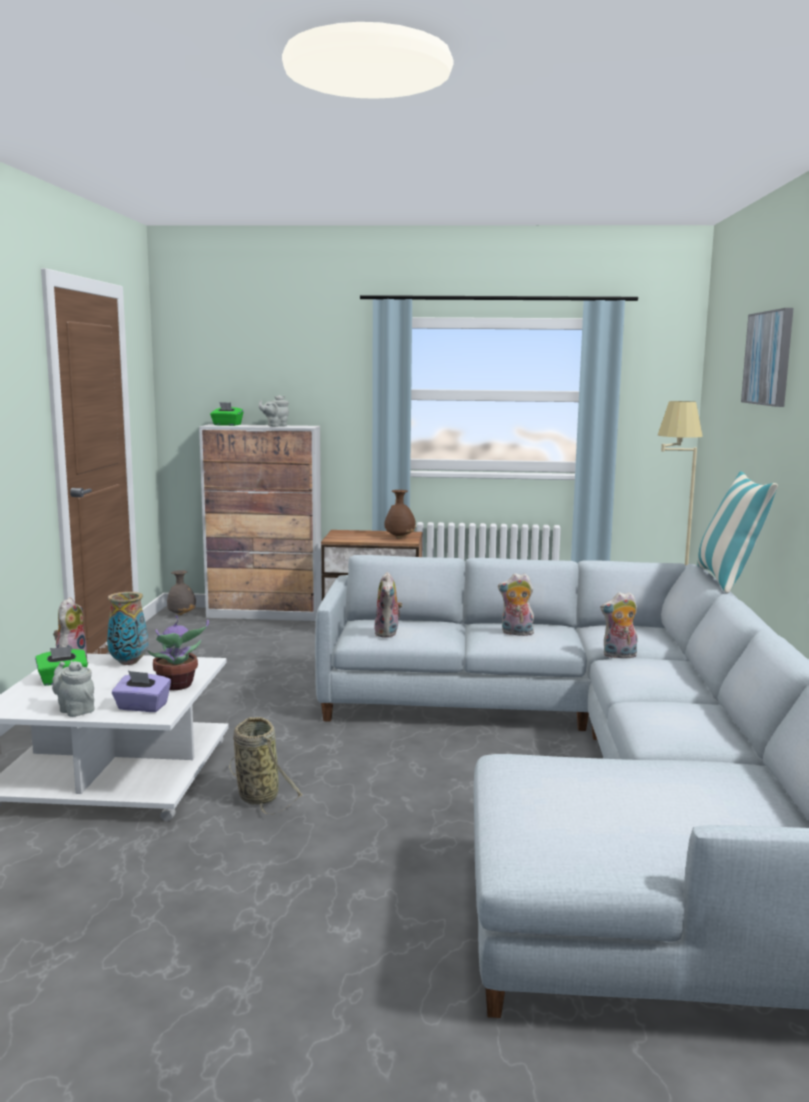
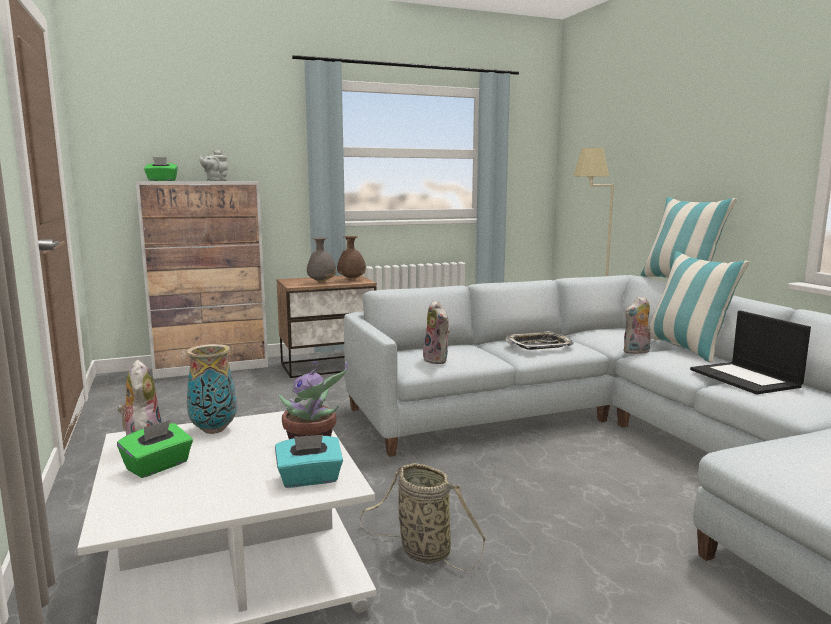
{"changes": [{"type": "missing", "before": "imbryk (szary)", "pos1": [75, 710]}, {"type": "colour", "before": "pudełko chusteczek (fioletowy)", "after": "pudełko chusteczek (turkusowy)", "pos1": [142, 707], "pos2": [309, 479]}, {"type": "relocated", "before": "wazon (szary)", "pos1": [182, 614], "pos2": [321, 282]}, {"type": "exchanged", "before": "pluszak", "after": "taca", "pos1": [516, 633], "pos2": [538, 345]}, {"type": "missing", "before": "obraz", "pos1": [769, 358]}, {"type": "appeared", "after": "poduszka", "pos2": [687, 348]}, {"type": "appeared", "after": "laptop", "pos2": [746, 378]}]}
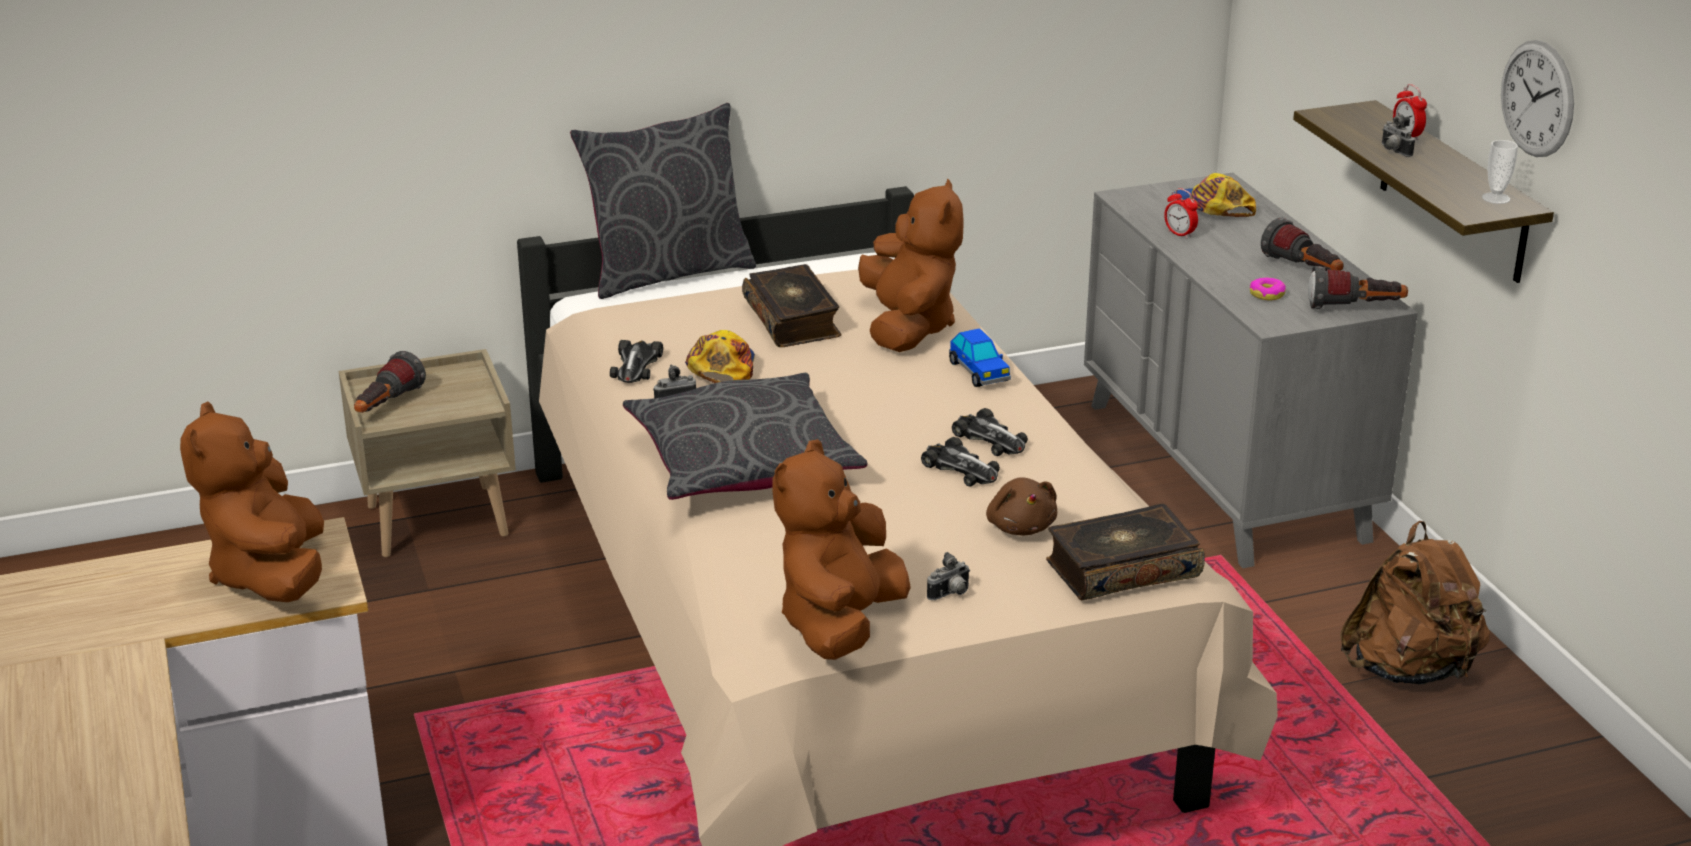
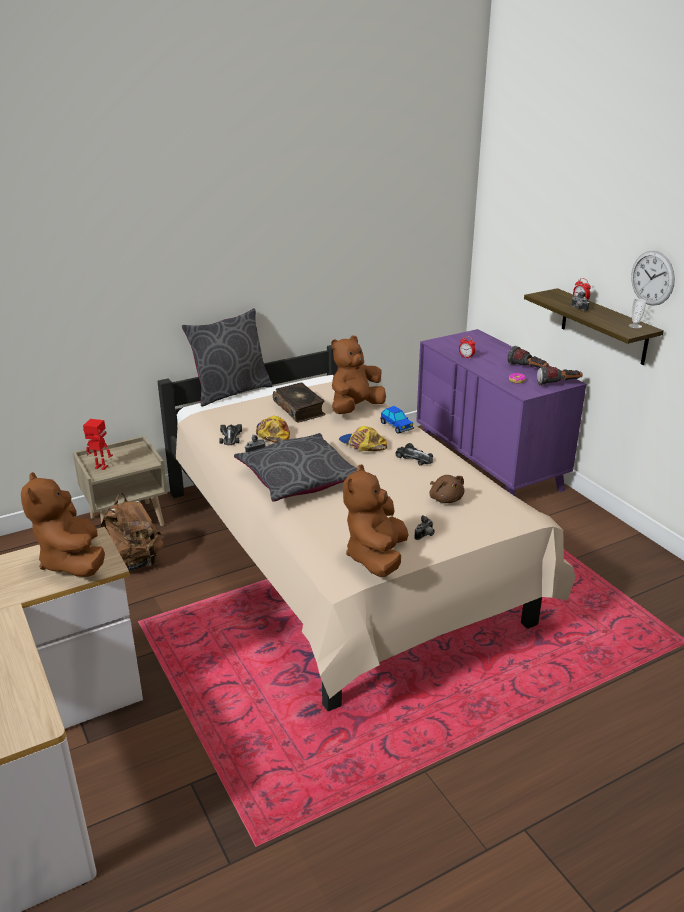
{"changes": [{"type": "exchanged", "before": "latarka", "after": "robot zabawkowy", "pos1": [387, 406], "pos2": [101, 467]}, {"type": "spun", "before": "pluszak (brązowy)", "pos1": [908, 327], "pos2": [355, 408], "turn": -120}, {"type": "missing", "before": "samochodzik", "pos1": [960, 468]}, {"type": "missing", "before": "książka", "pos1": [1121, 568]}, {"type": "colour", "before": "komoda (szary)", "after": "komoda (fioletowy)", "pos1": [1225, 471], "pos2": [489, 464]}, {"type": "relocated", "before": "czapka z daszkiem", "pos1": [1211, 207], "pos2": [362, 445]}, {"type": "relocated", "before": "plecak (brązowy)", "pos1": [1409, 670], "pos2": [132, 563]}]}
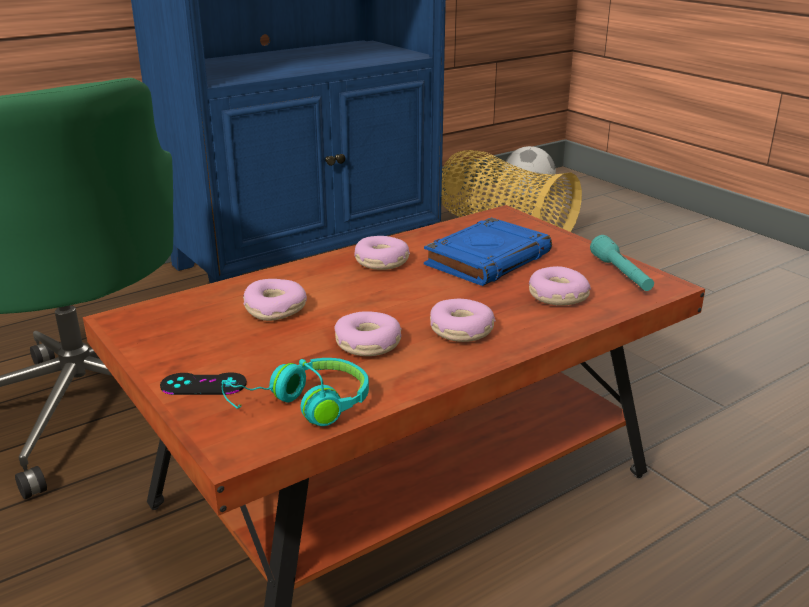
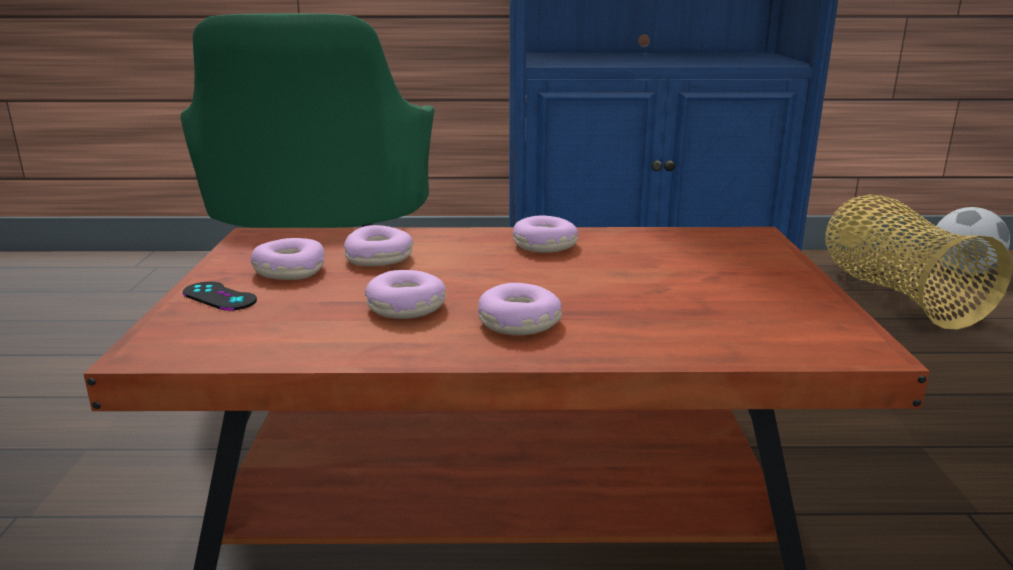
{"changes": [{"type": "missing", "before": "słuchawki (turkusowy)", "pos1": [304, 406]}, {"type": "missing", "before": "książka (niebieski)", "pos1": [488, 259]}, {"type": "relocated", "before": "donut", "pos1": [557, 296], "pos2": [289, 271]}, {"type": "missing", "before": "latarka (turkusowy)", "pos1": [621, 274]}]}
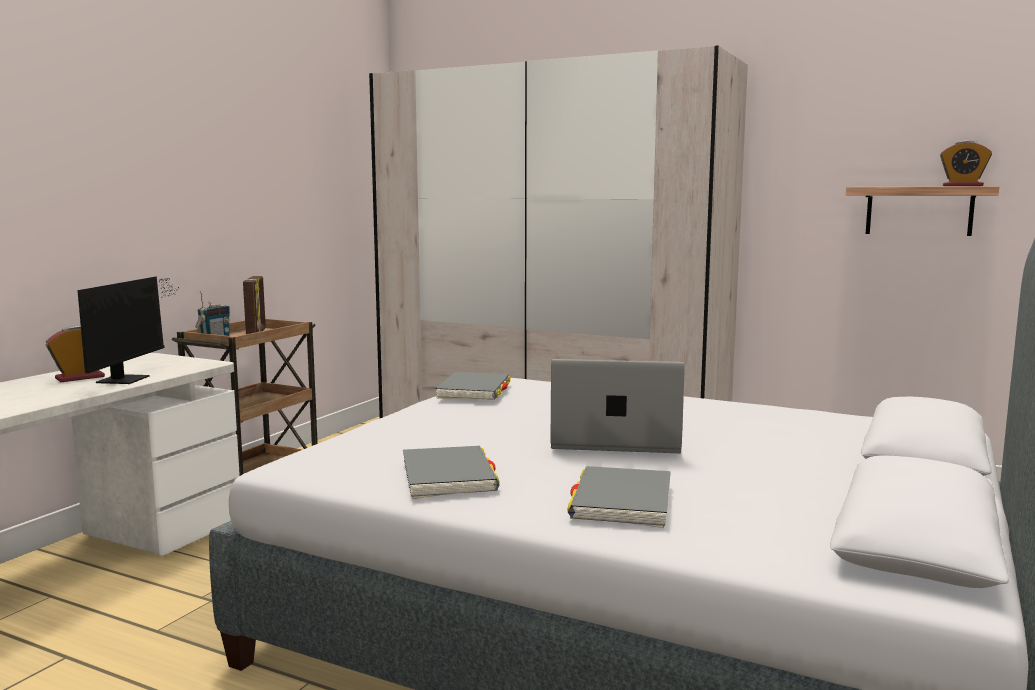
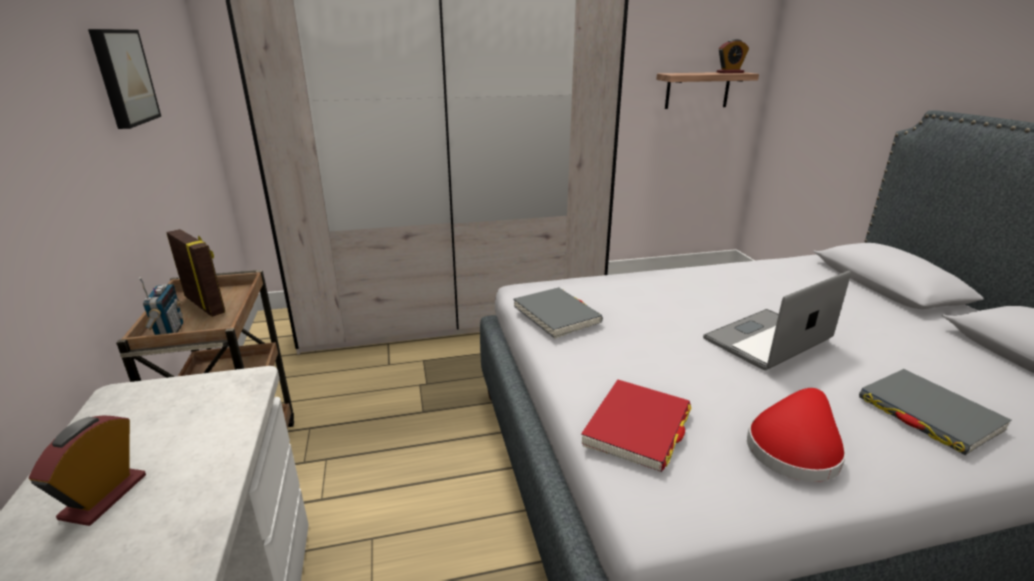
{"changes": [{"type": "missing", "before": "monitor", "pos1": [128, 378]}, {"type": "exchanged", "before": "książka (szary)", "after": "kapelusz (czerwony)", "pos1": [448, 477], "pos2": [794, 447]}, {"type": "appeared", "after": "obraz", "pos2": [122, 77]}, {"type": "appeared", "after": "książka (czerwony)", "pos2": [637, 427]}]}
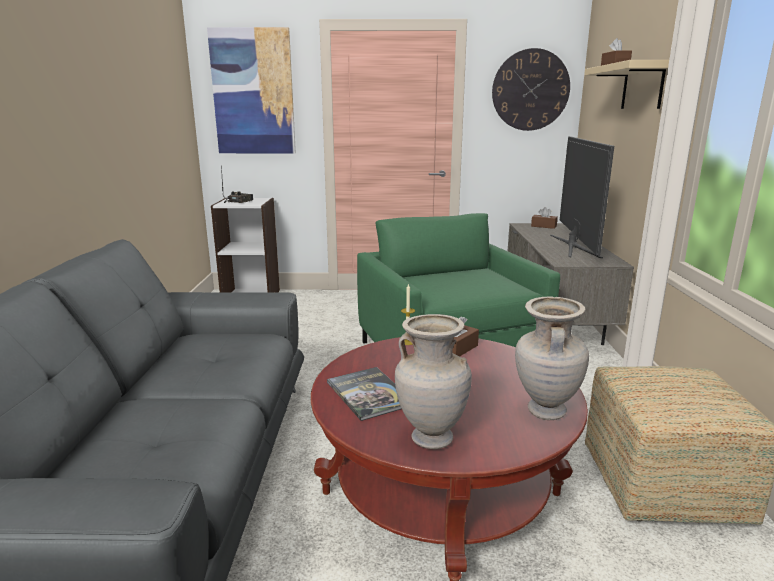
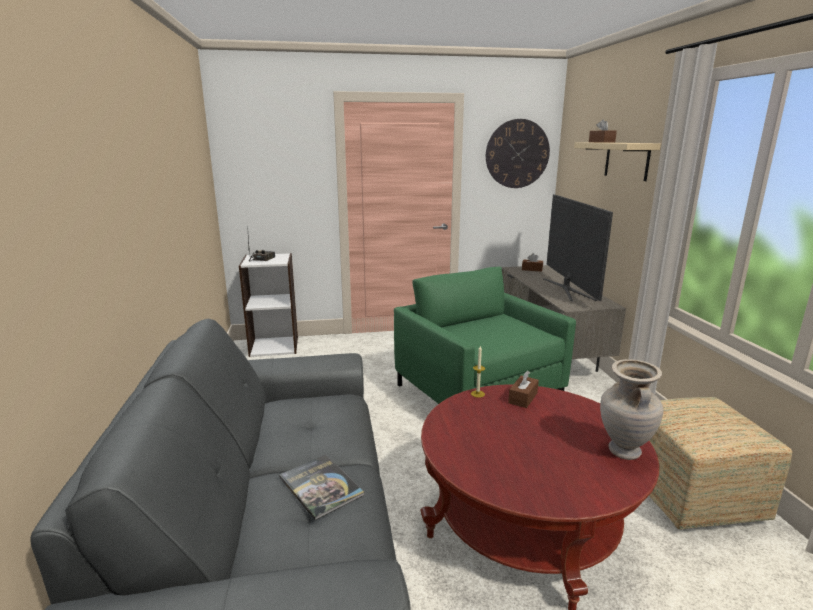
{"changes": [{"type": "missing", "before": "obraz", "pos1": [253, 92]}, {"type": "relocated", "before": "książka", "pos1": [369, 394], "pos2": [321, 486]}, {"type": "missing", "before": "wazon (beżowy)", "pos1": [431, 438]}]}
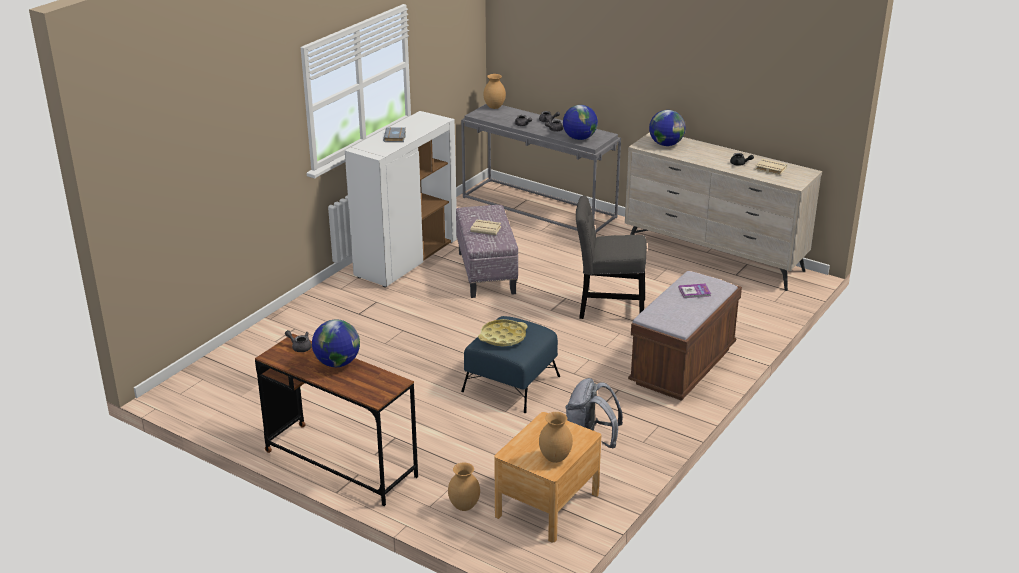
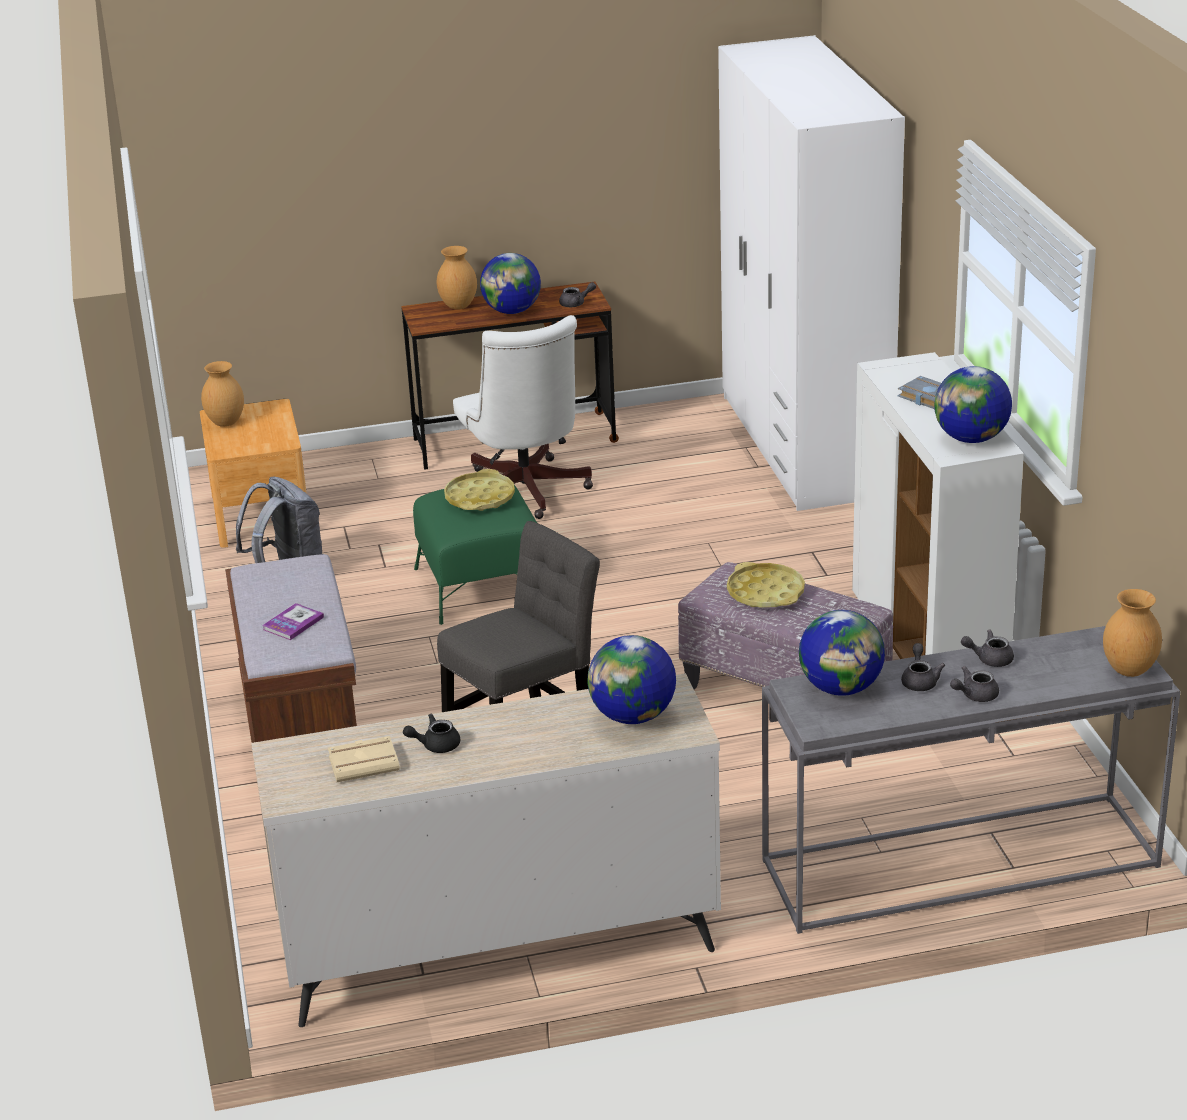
{"changes": [{"type": "relocated", "before": "wazon (brązowy)", "pos1": [464, 507], "pos2": [458, 306]}, {"type": "colour", "before": "pufa (niebieski)", "after": "pufa (zielony)", "pos1": [511, 383], "pos2": [482, 586]}, {"type": "exchanged", "before": "książka (beżowy)", "after": "taca (żółty)", "pos1": [486, 229], "pos2": [765, 593]}, {"type": "appeared", "after": "krzesło biurowe (biały)", "pos2": [526, 494]}, {"type": "appeared", "after": "szafa (biały)", "pos2": [803, 446]}, {"type": "appeared", "after": "globus", "pos2": [971, 439]}]}
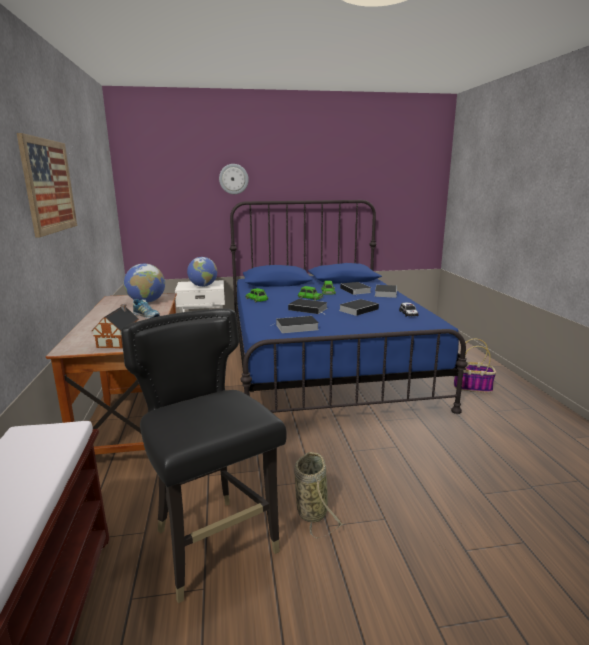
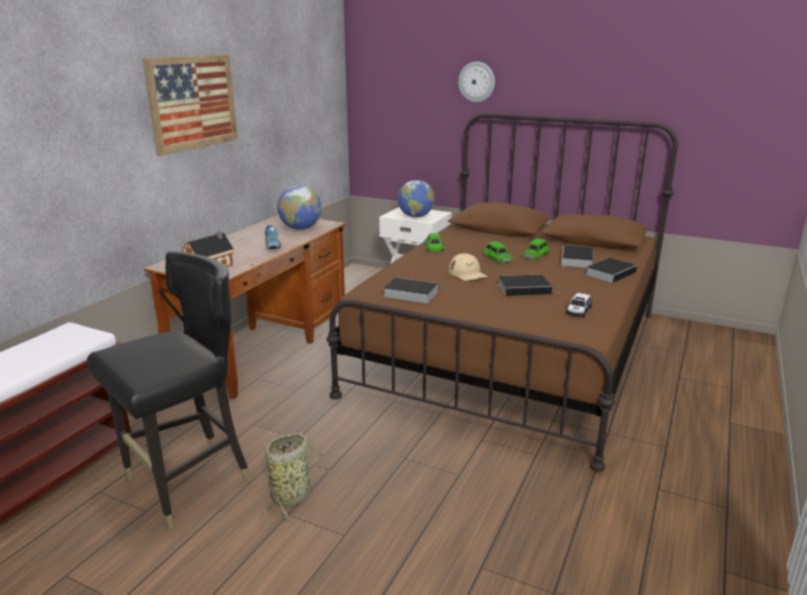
{"changes": [{"type": "spun", "before": "krzesło (czarny)", "pos1": [214, 545], "pos2": [188, 484], "turn": 45}, {"type": "colour", "before": "łóżko (niebieski)", "after": "łóżko (brązowy)", "pos1": [324, 365], "pos2": [511, 352]}, {"type": "exchanged", "before": "książka", "after": "czapka z daszkiem (beżowy)", "pos1": [309, 309], "pos2": [467, 273]}, {"type": "missing", "before": "koszyk", "pos1": [473, 387]}]}
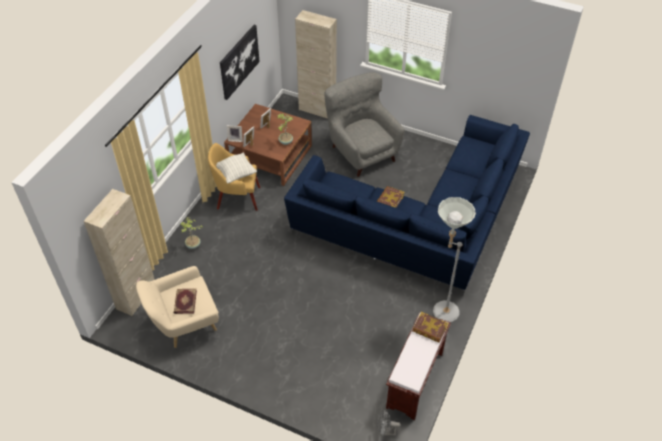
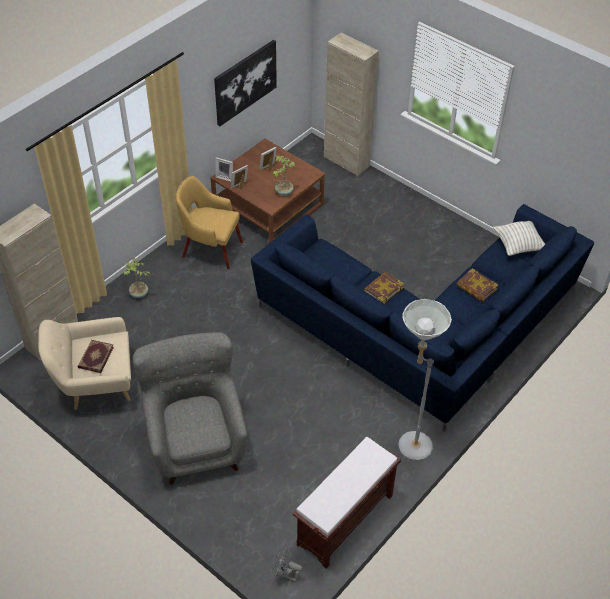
{"changes": [{"type": "relocated", "before": "poduszka", "pos1": [236, 174], "pos2": [517, 246]}, {"type": "relocated", "before": "fotel (szary)", "pos1": [362, 152], "pos2": [196, 441]}, {"type": "relocated", "before": "książka", "pos1": [429, 329], "pos2": [476, 288]}]}
